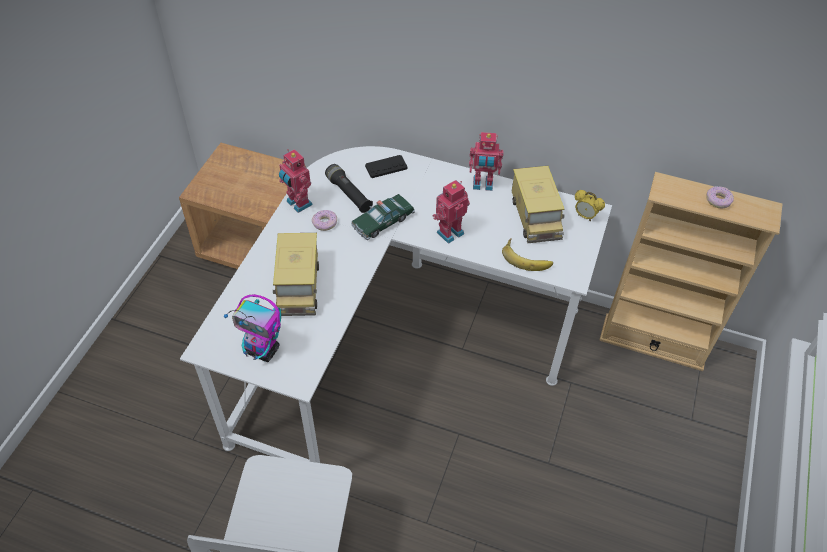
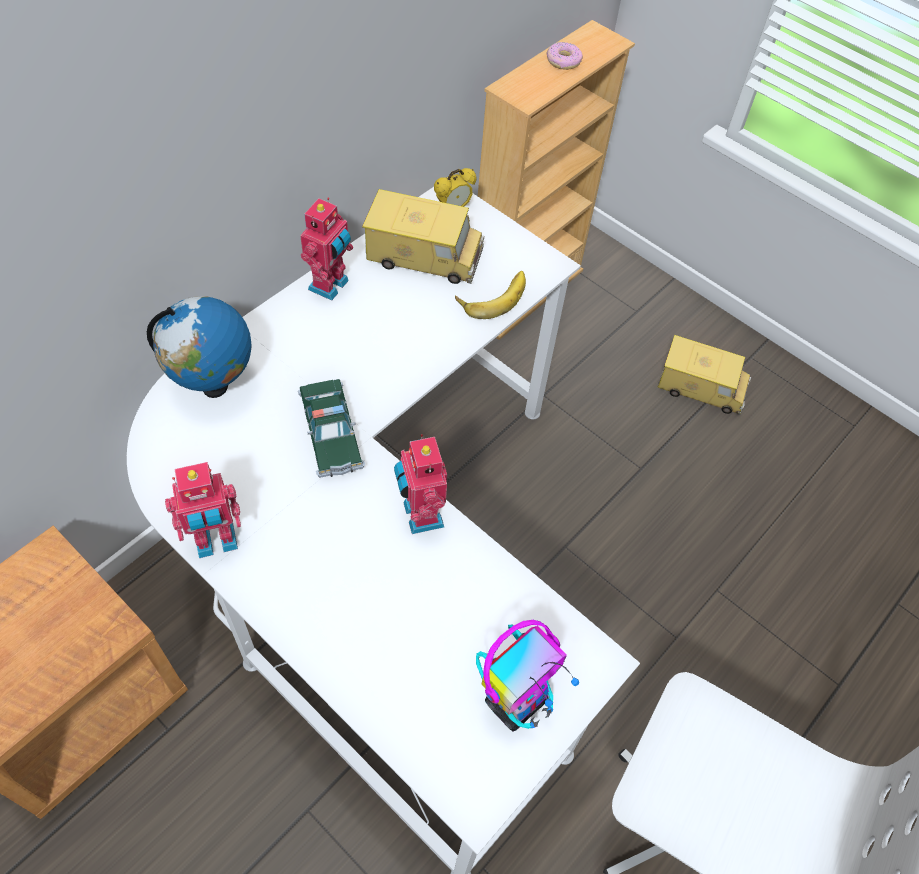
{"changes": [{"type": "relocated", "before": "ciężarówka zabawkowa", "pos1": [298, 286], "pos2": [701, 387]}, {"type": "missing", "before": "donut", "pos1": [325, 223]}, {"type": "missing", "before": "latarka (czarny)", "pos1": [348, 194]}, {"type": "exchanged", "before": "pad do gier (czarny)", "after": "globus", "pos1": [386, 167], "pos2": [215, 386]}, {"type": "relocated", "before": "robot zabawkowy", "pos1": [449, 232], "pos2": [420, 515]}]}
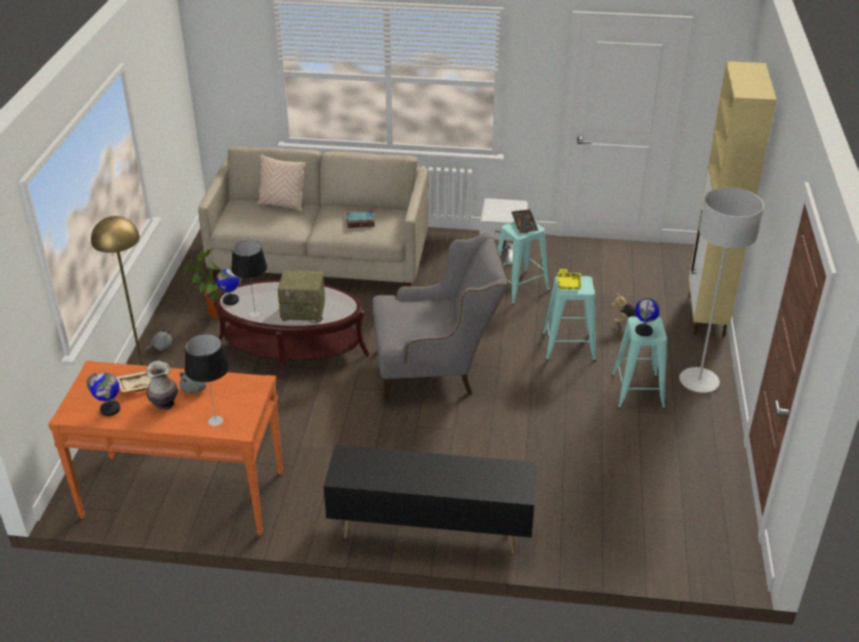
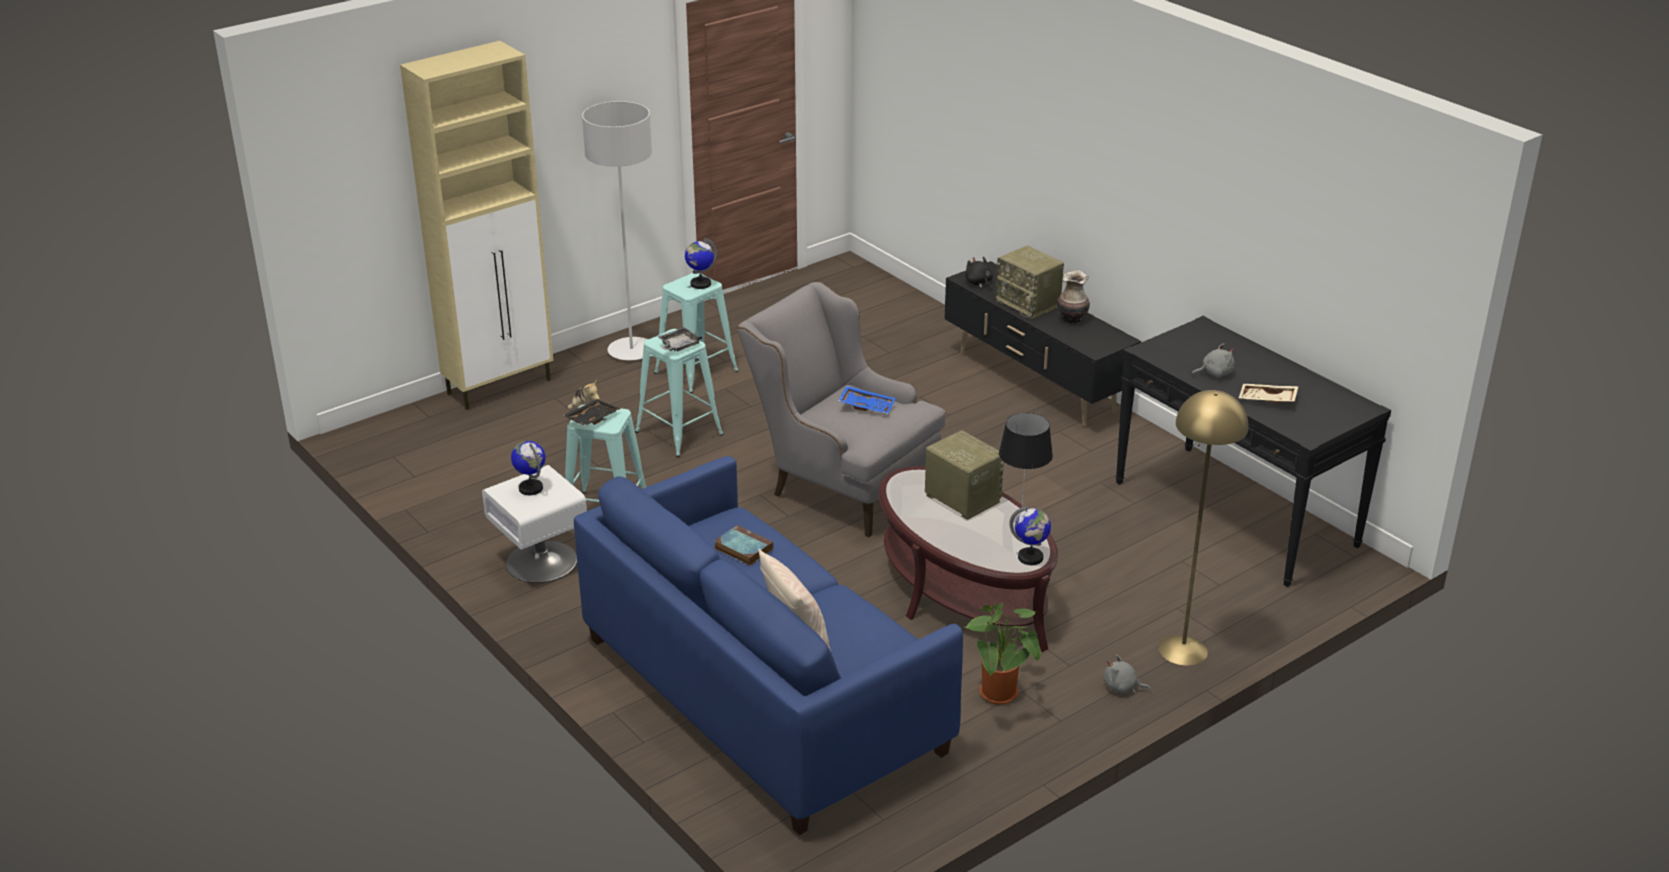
{"changes": [{"type": "colour", "before": "stolik konsolowy (pomarańczowy)", "after": "stolik konsolowy (czarny)", "pos1": [182, 494], "pos2": [1236, 514]}, {"type": "relocated", "before": "globus", "pos1": [110, 409], "pos2": [531, 488]}, {"type": "relocated", "before": "wazon", "pos1": [164, 404], "pos2": [1072, 319]}, {"type": "missing", "before": "lampa stołowa", "pos1": [215, 421]}, {"type": "colour", "before": "kanapa (beżowy)", "after": "kanapa (niebieski)", "pos1": [321, 259], "pos2": [762, 695]}, {"type": "colour", "before": "taca (żółty)", "after": "taca (szary)", "pos1": [568, 284], "pos2": [678, 346]}, {"type": "appeared", "after": "taca (niebieski)", "pos2": [867, 406]}, {"type": "appeared", "after": "pluszak (czarny)", "pos2": [979, 283]}, {"type": "appeared", "after": "radio", "pos2": [1029, 304]}]}
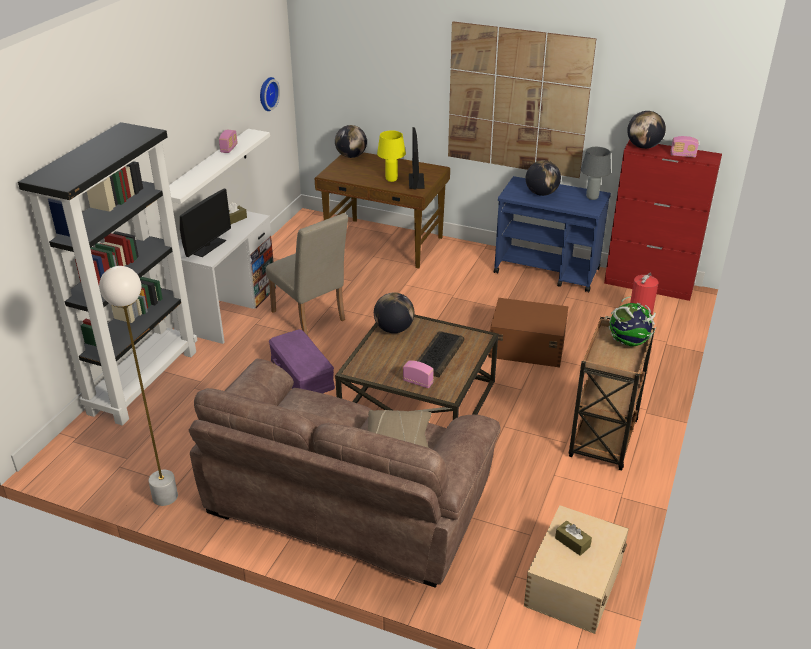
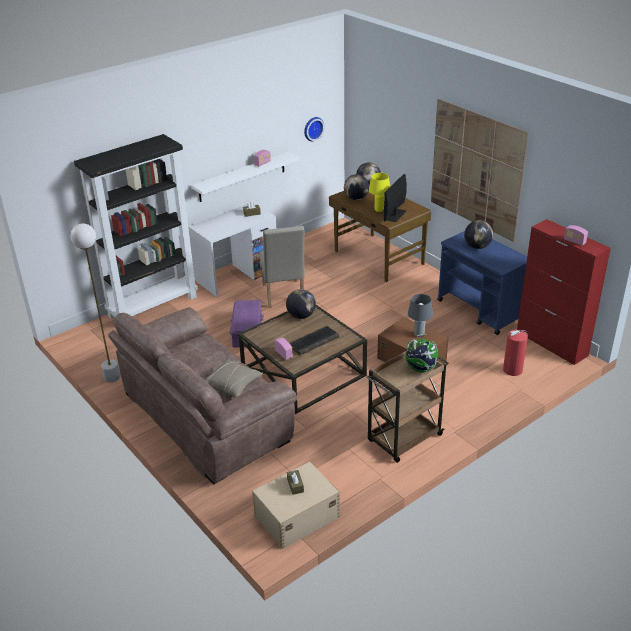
{"changes": [{"type": "missing", "before": "monitor", "pos1": [207, 246]}, {"type": "relocated", "before": "lampa stołowa (szary)", "pos1": [591, 197], "pos2": [418, 334]}, {"type": "relocated", "before": "globus", "pos1": [643, 147], "pos2": [356, 198]}]}
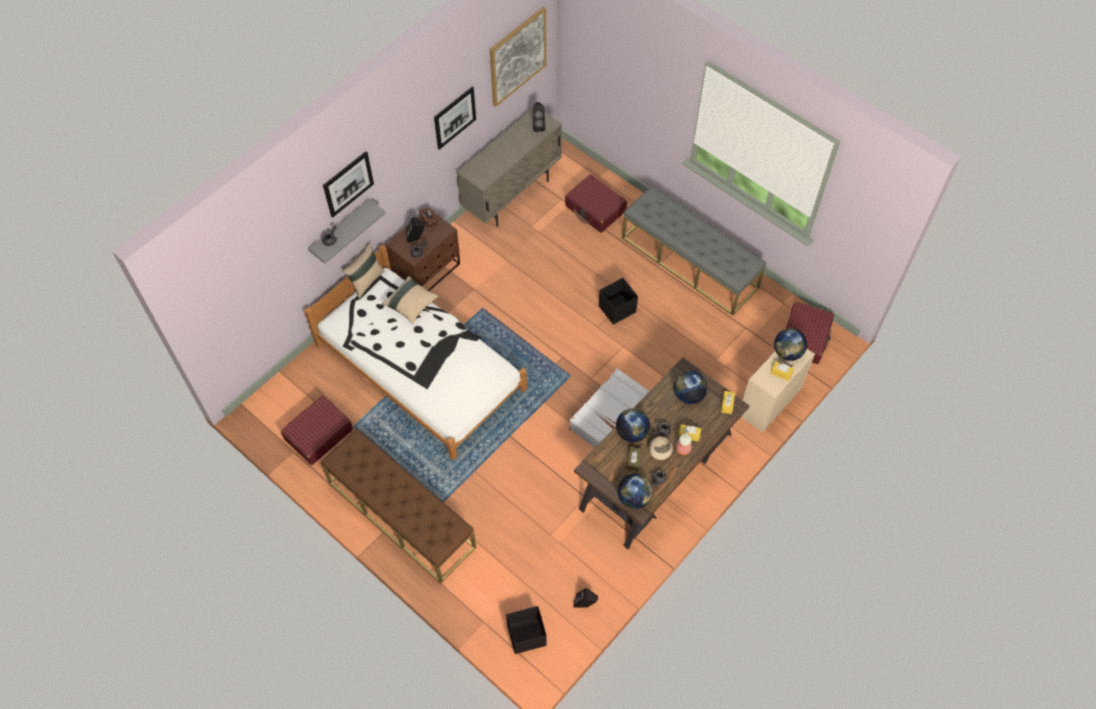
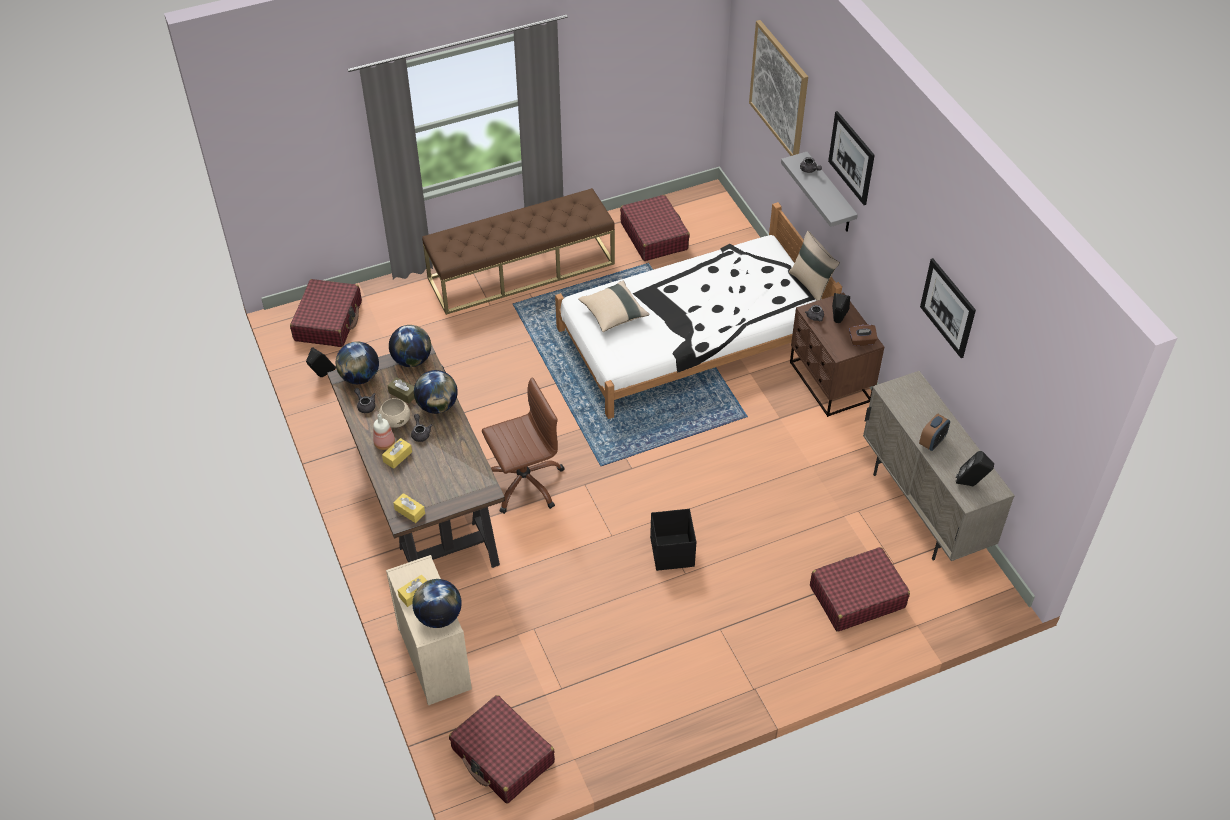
{"changes": [{"type": "relocated", "before": "poduszka (beżowy)", "pos1": [411, 304], "pos2": [613, 314]}, {"type": "relocated", "before": "obraz", "pos1": [517, 56], "pos2": [779, 89]}, {"type": "exchanged", "before": "pojemnik do przechowywania (czarny)", "after": "walizka (czerwony)", "pos1": [526, 635], "pos2": [328, 321]}, {"type": "exchanged", "before": "walizka (biały)", "after": "krzesło biurowe (brązowy)", "pos1": [609, 415], "pos2": [524, 482]}, {"type": "missing", "before": "ławka (szary)", "pos1": [689, 262]}, {"type": "relocated", "before": "globus", "pos1": [688, 395], "pos2": [412, 360]}, {"type": "appeared", "after": "budzik", "pos2": [932, 442]}]}
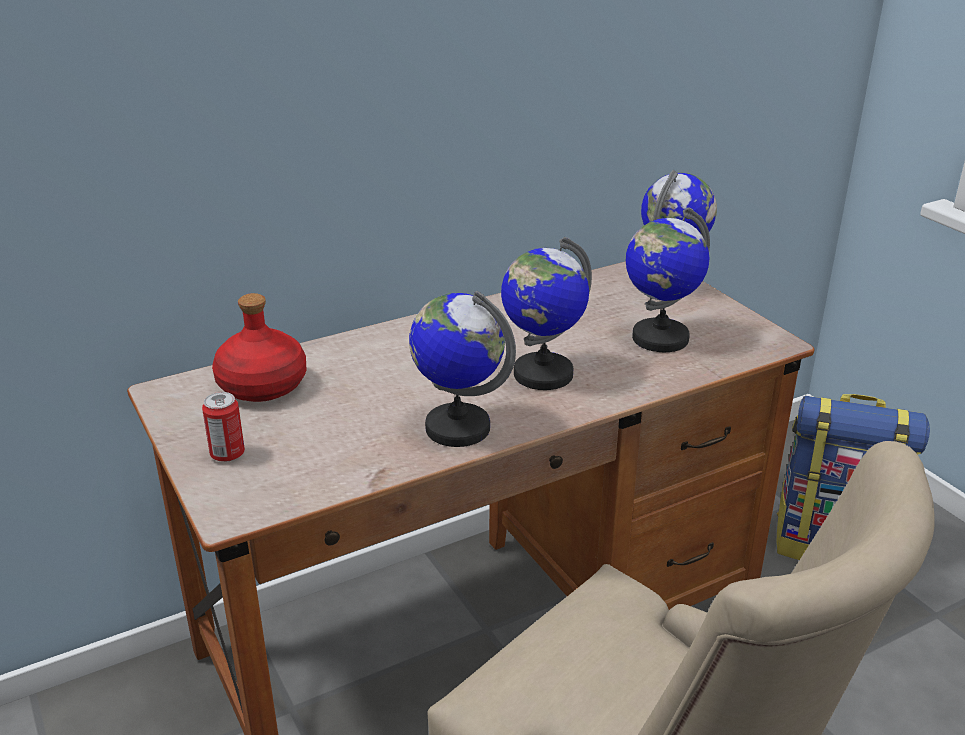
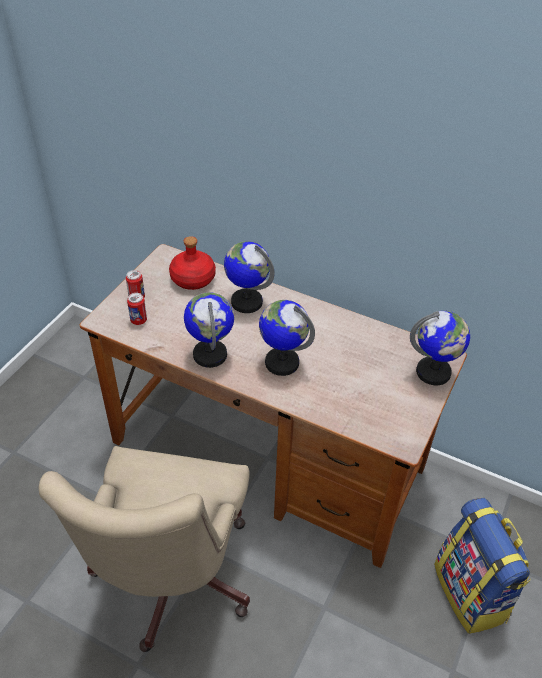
{"changes": [{"type": "relocated", "before": "globus", "pos1": [659, 338], "pos2": [246, 302]}, {"type": "appeared", "after": "puszka", "pos2": [138, 320]}]}
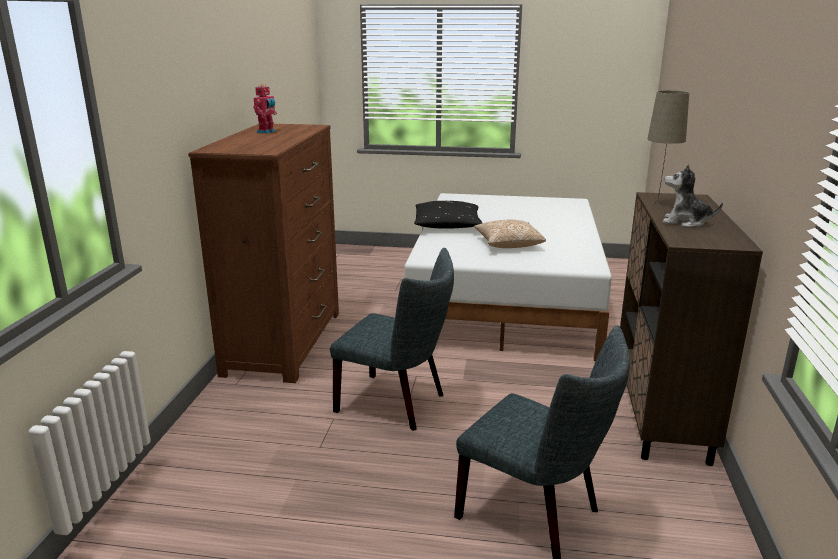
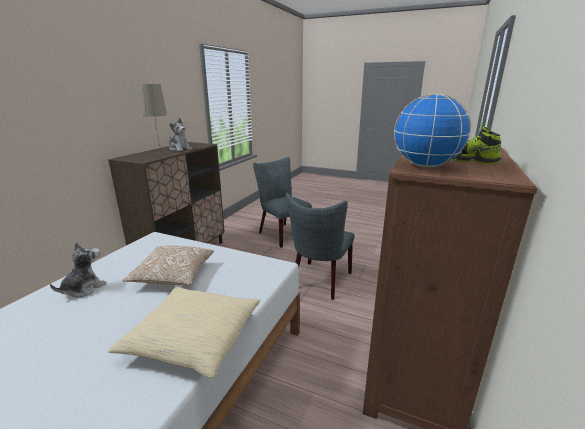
{"changes": [{"type": "exchanged", "before": "robot zabawkowy", "after": "but", "pos1": [267, 132], "pos2": [469, 160]}, {"type": "spun", "before": "krzesło (szary)", "pos1": [397, 403], "pos2": [319, 282], "turn": -105}, {"type": "colour", "before": "poduszka (czarny)", "after": "poduszka (beżowy)", "pos1": [447, 225], "pos2": [193, 338]}, {"type": "appeared", "after": "pluszak", "pos2": [83, 289]}, {"type": "appeared", "after": "globus", "pos2": [425, 166]}]}
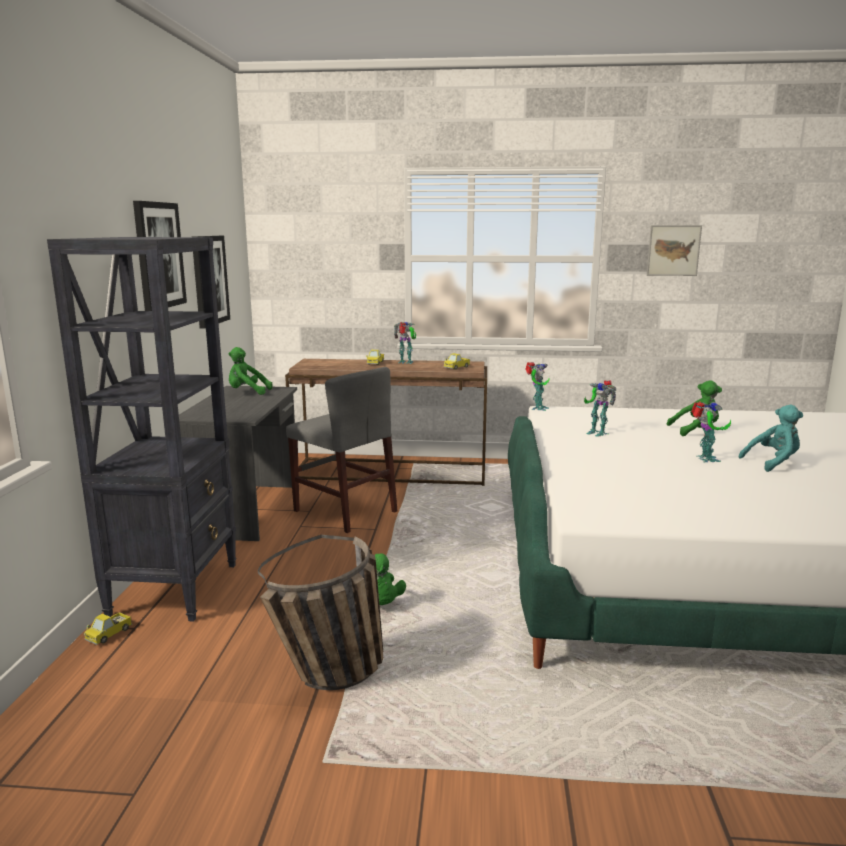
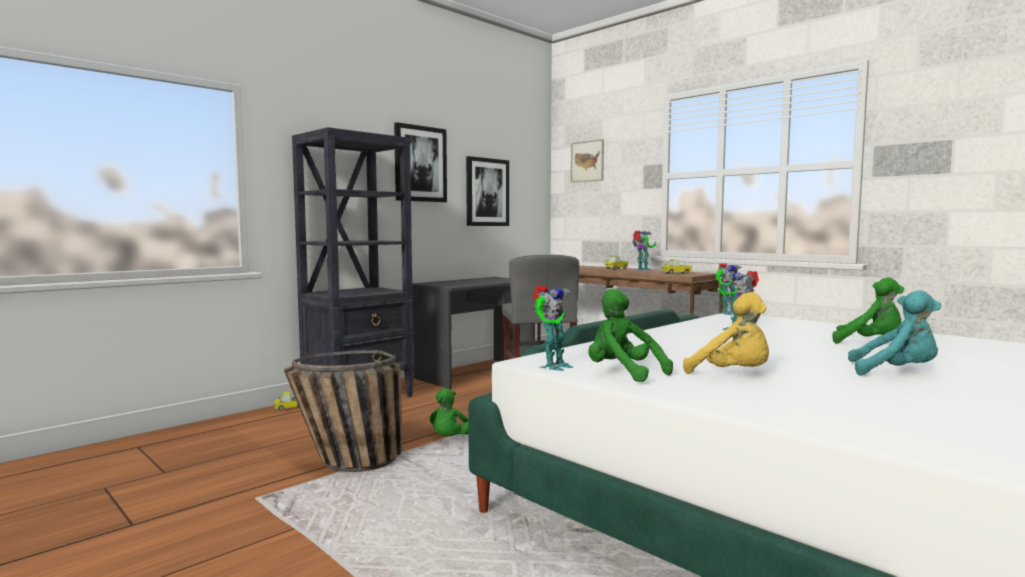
{"changes": [{"type": "relocated", "before": "pluszak (zielony)", "pos1": [247, 392], "pos2": [622, 373]}, {"type": "relocated", "before": "obraz", "pos1": [673, 250], "pos2": [587, 161]}, {"type": "relocated", "before": "robot zabawkowy", "pos1": [705, 459], "pos2": [552, 366]}, {"type": "appeared", "after": "pluszak (żółty)", "pos2": [733, 375]}]}
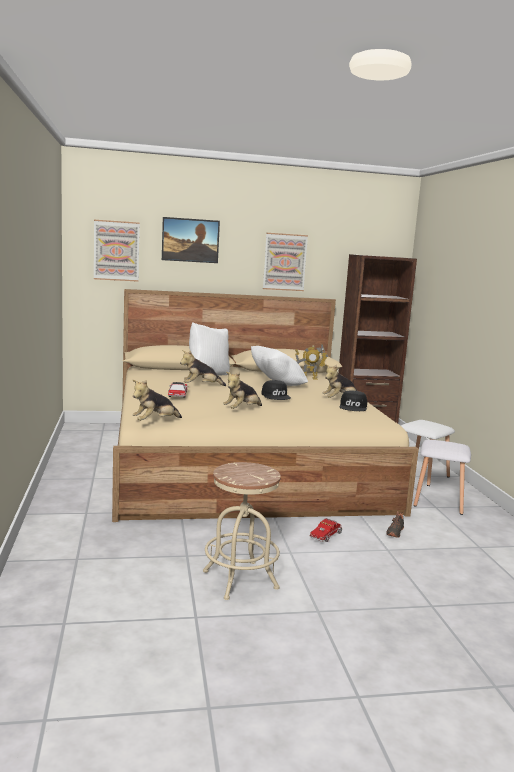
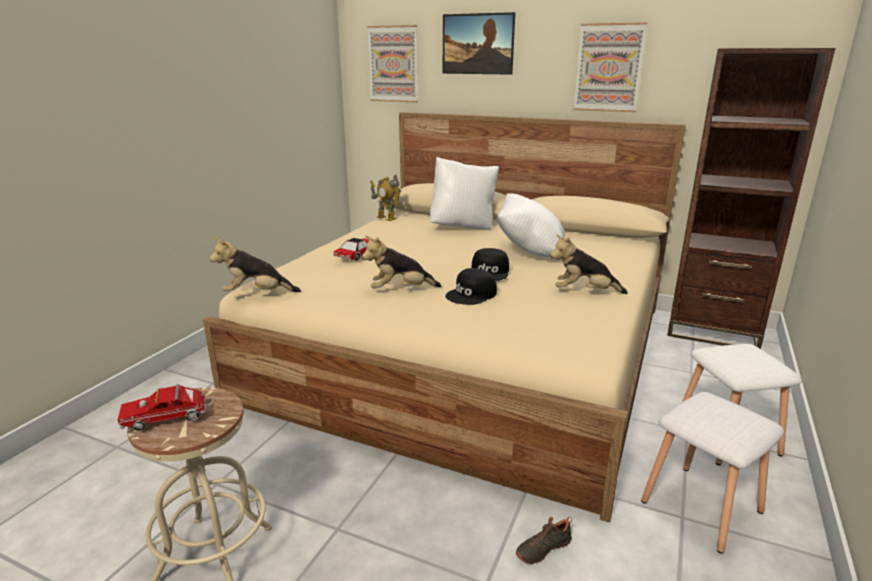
{"changes": [{"type": "missing", "before": "pluszak", "pos1": [201, 386]}, {"type": "relocated", "before": "robot zabawkowy", "pos1": [309, 378], "pos2": [386, 218]}, {"type": "relocated", "before": "ciężarówka zabawkowa", "pos1": [326, 536], "pos2": [170, 418]}, {"type": "relocated", "before": "czapka z daszkiem (czarny)", "pos1": [353, 407], "pos2": [472, 294]}]}
